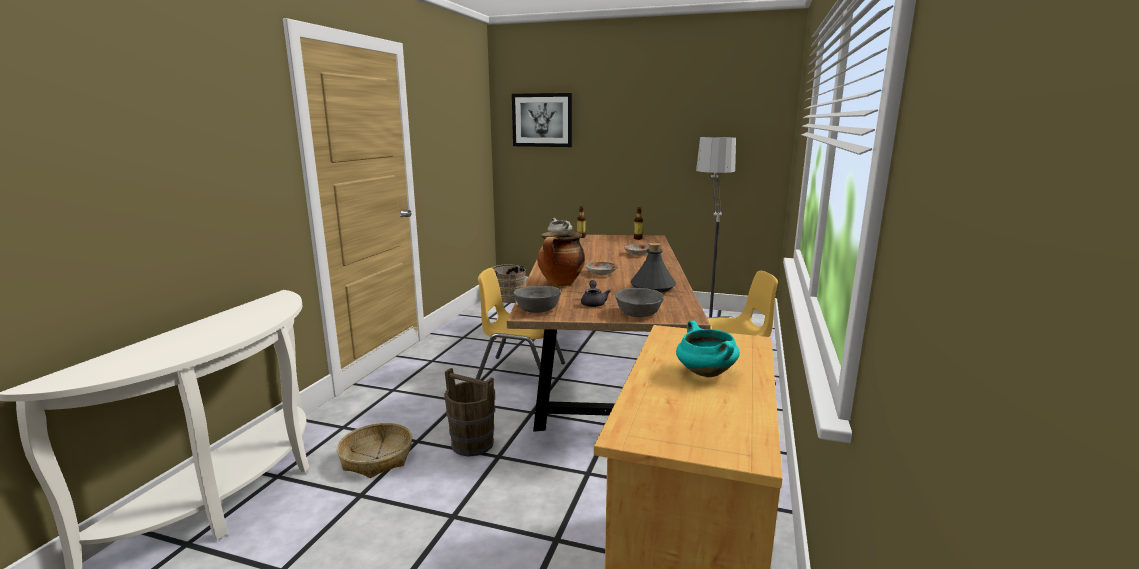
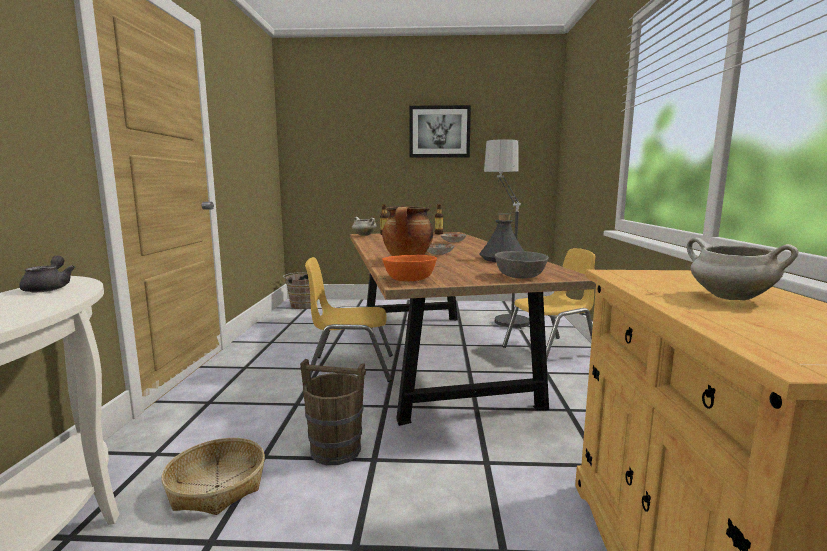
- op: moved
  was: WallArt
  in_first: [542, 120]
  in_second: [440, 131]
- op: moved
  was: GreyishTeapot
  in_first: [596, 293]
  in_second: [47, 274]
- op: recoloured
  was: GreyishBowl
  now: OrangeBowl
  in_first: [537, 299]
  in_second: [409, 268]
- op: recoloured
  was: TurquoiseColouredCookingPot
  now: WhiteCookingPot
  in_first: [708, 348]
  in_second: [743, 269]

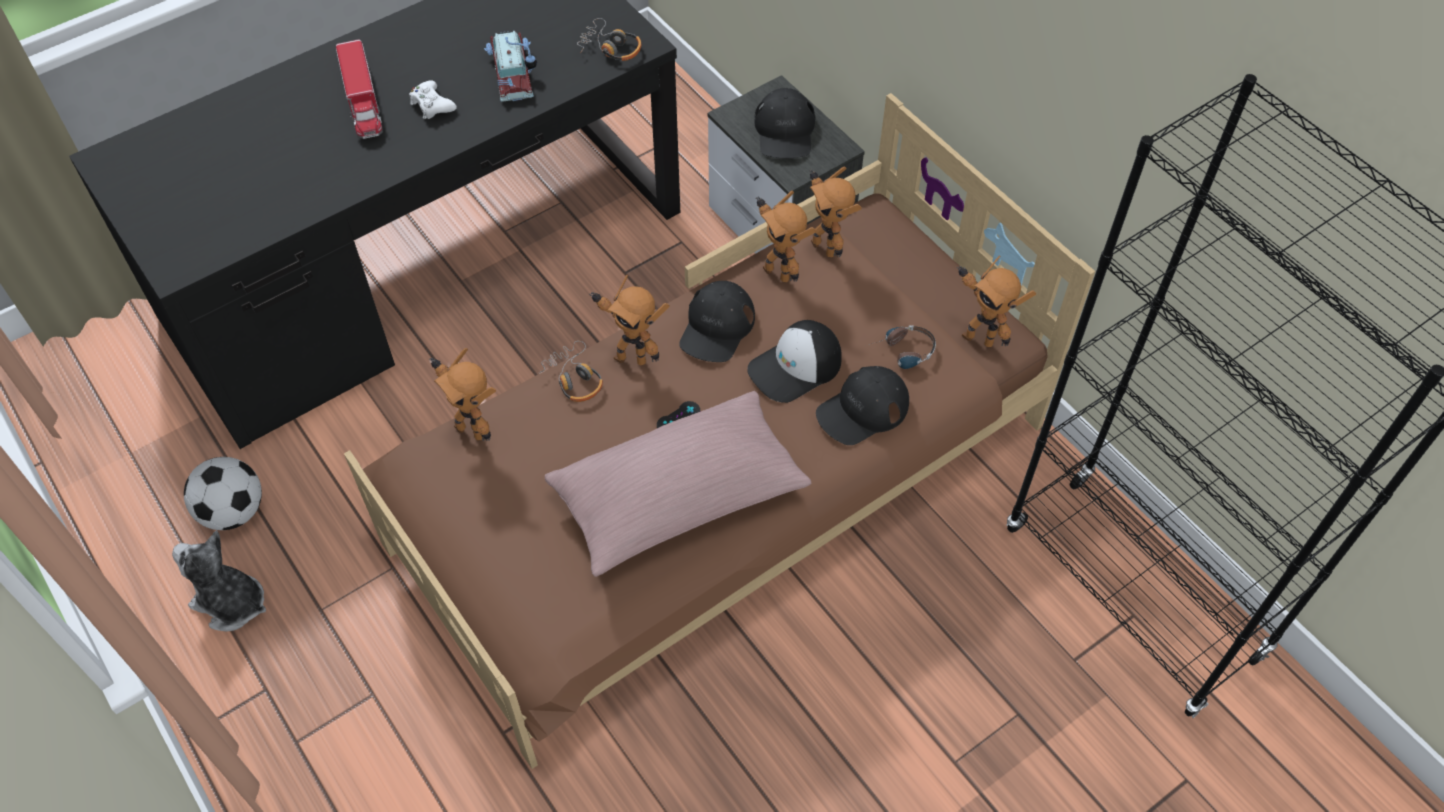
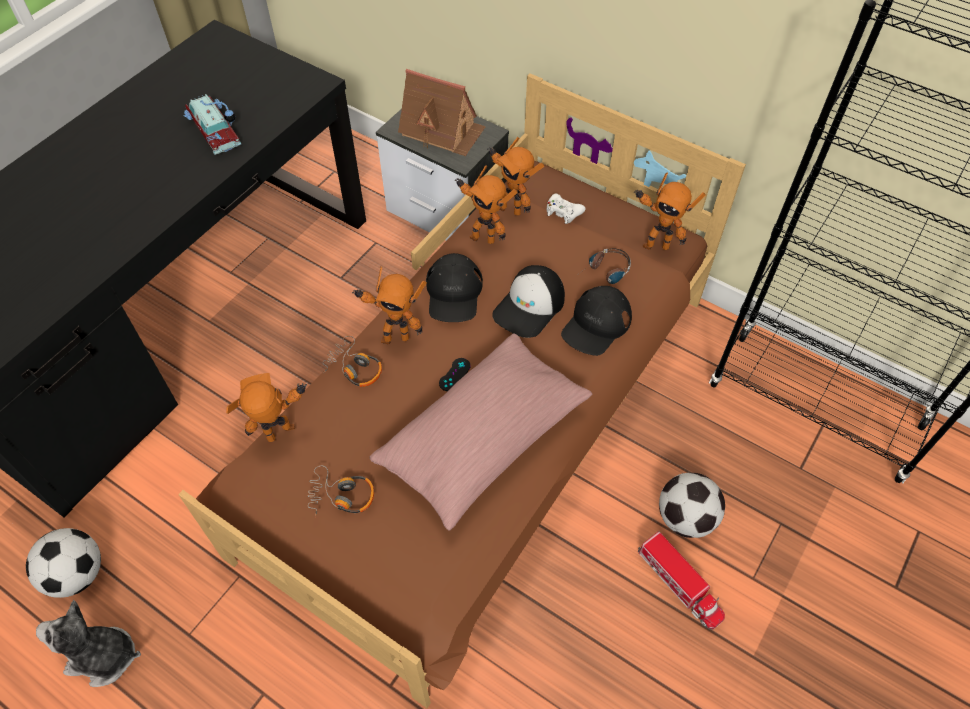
- op: added
  now: BallForFootball
  in_second: [692, 505]
- op: moved
  was: ToyLorry
  in_first: [359, 89]
  in_second: [681, 580]
- op: moved
  was: WhiteGameController
  in_first: [433, 99]
  in_second: [566, 208]
- op: moved
  was: Headphones
  in_first: [609, 39]
  in_second: [341, 491]
- op: replaced
  was: BlackCap
  now: ModelHouse
  in_first: [784, 123]
  in_second: [442, 112]
- op: turned
  was: ModelRobot
  in_first: [462, 394]
  in_second: [266, 407]
  clockwise: 135

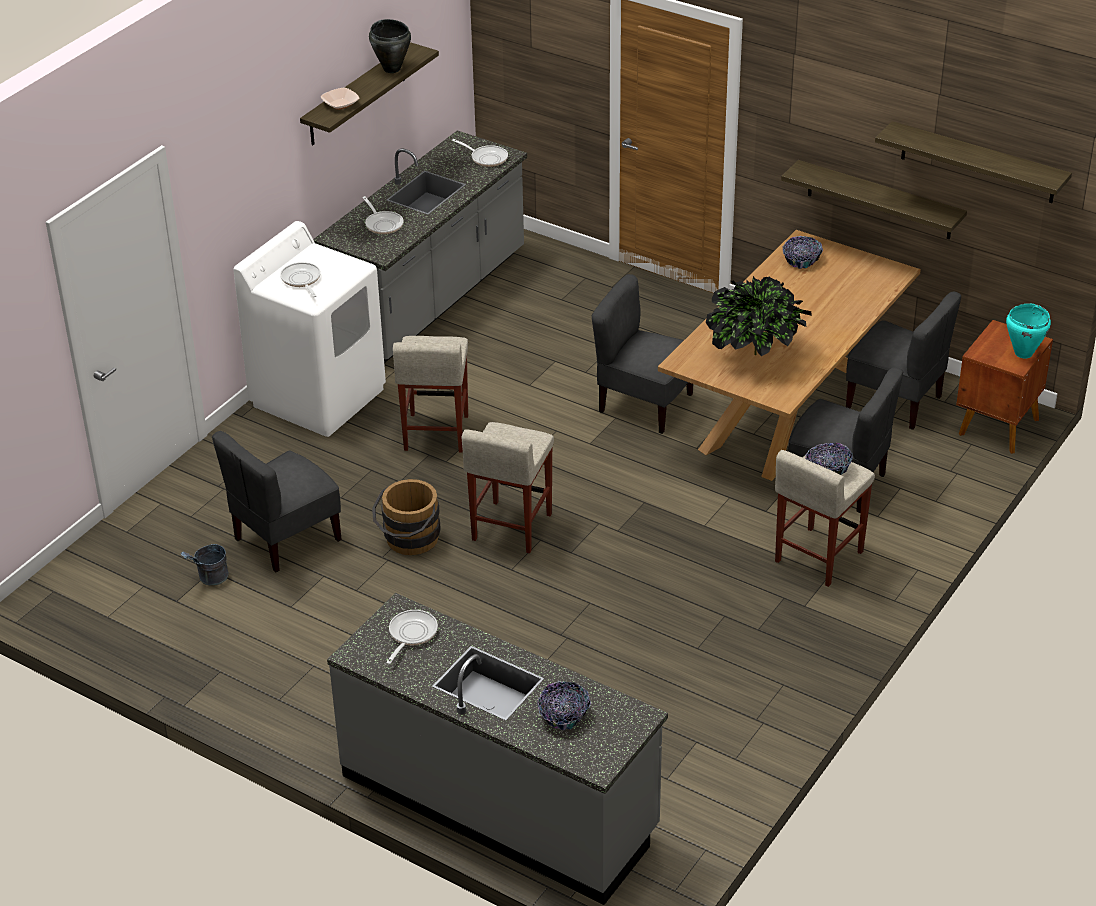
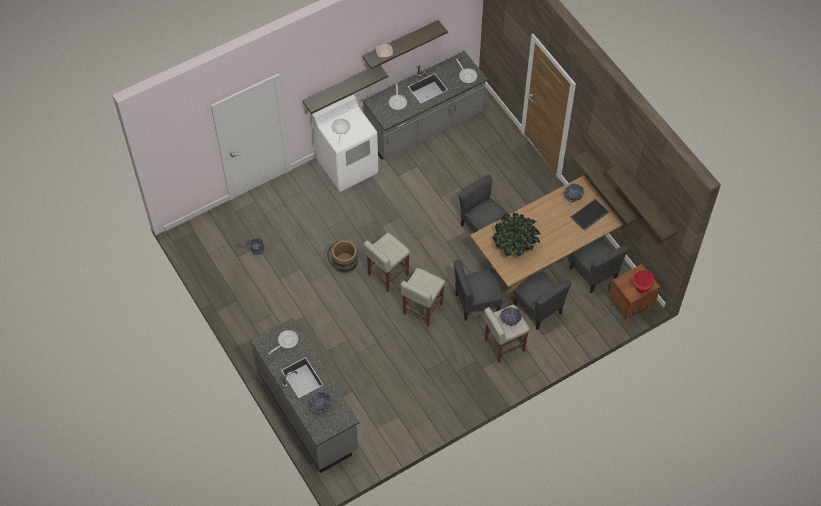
- op: removed
  was: BlackCookingPot
  in_first: [390, 46]
- op: added
  now: Shelf
  in_second: [345, 89]
- op: added
  now: CarryingTray
  in_second: [589, 214]
- op: moved
  was: GreyishPlainChair
  in_first: [277, 501]
  in_second: [478, 290]
- op: moved
  was: BeigeStoolSeat
  in_first: [430, 394]
  in_second: [423, 297]
- op: recoloured
  was: TurquoiseColouredCookingPot
  now: RedCookingPot
  in_first: [1028, 330]
  in_second: [643, 281]

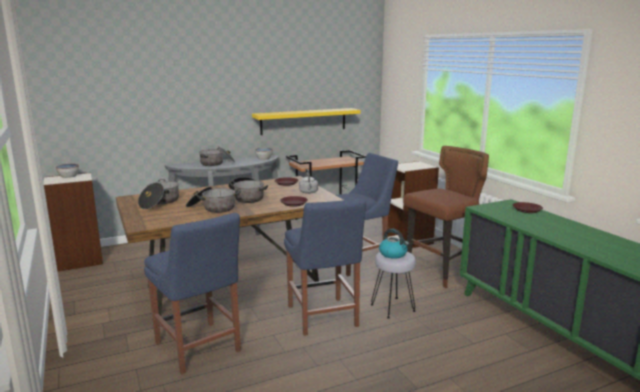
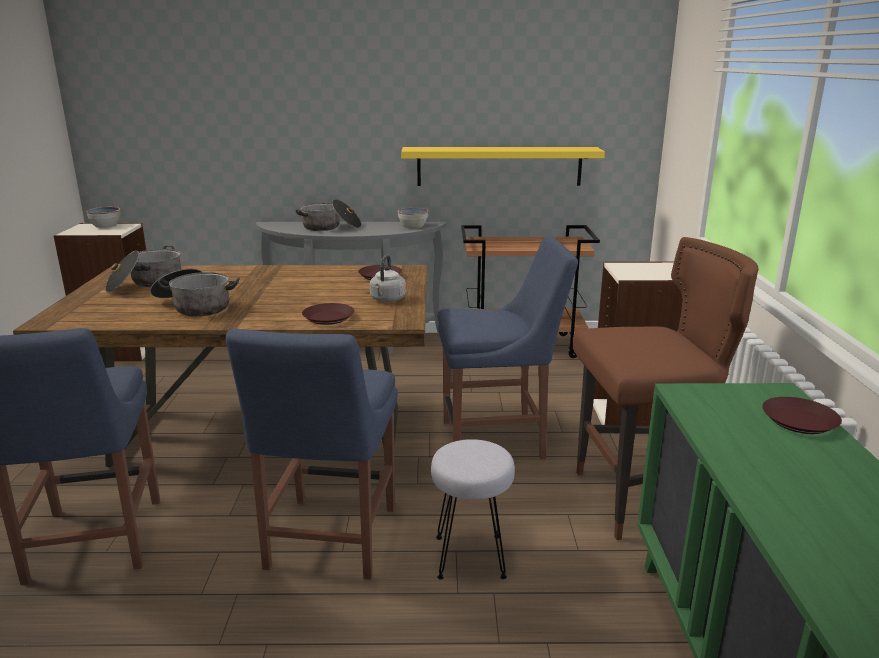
- op: removed
  was: CookingPot
  in_first: [248, 190]
- op: removed
  was: Kettle
  in_first: [394, 243]

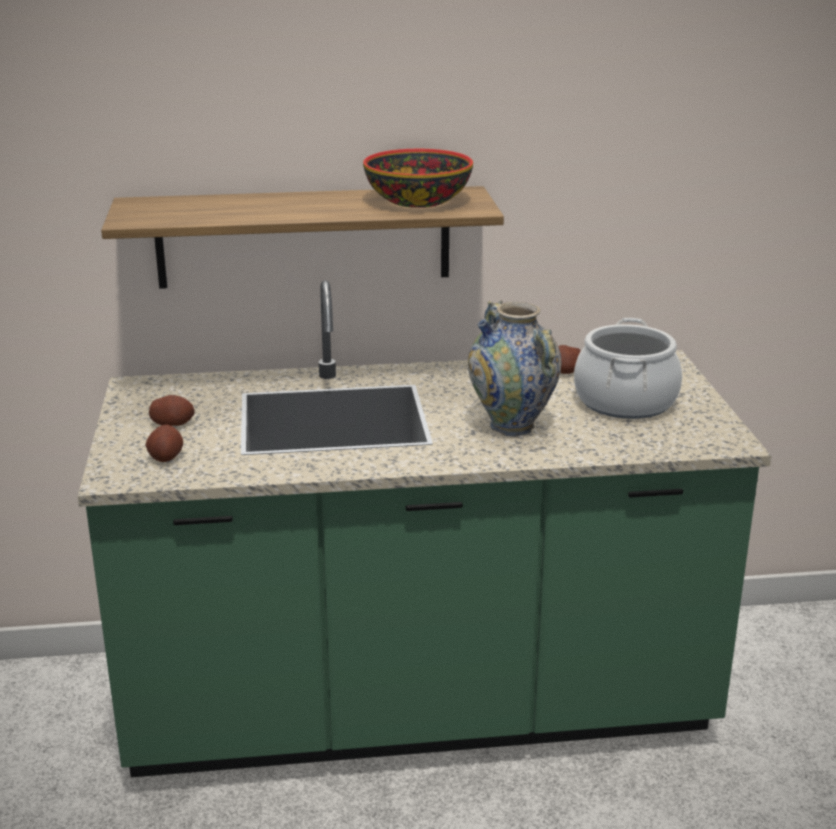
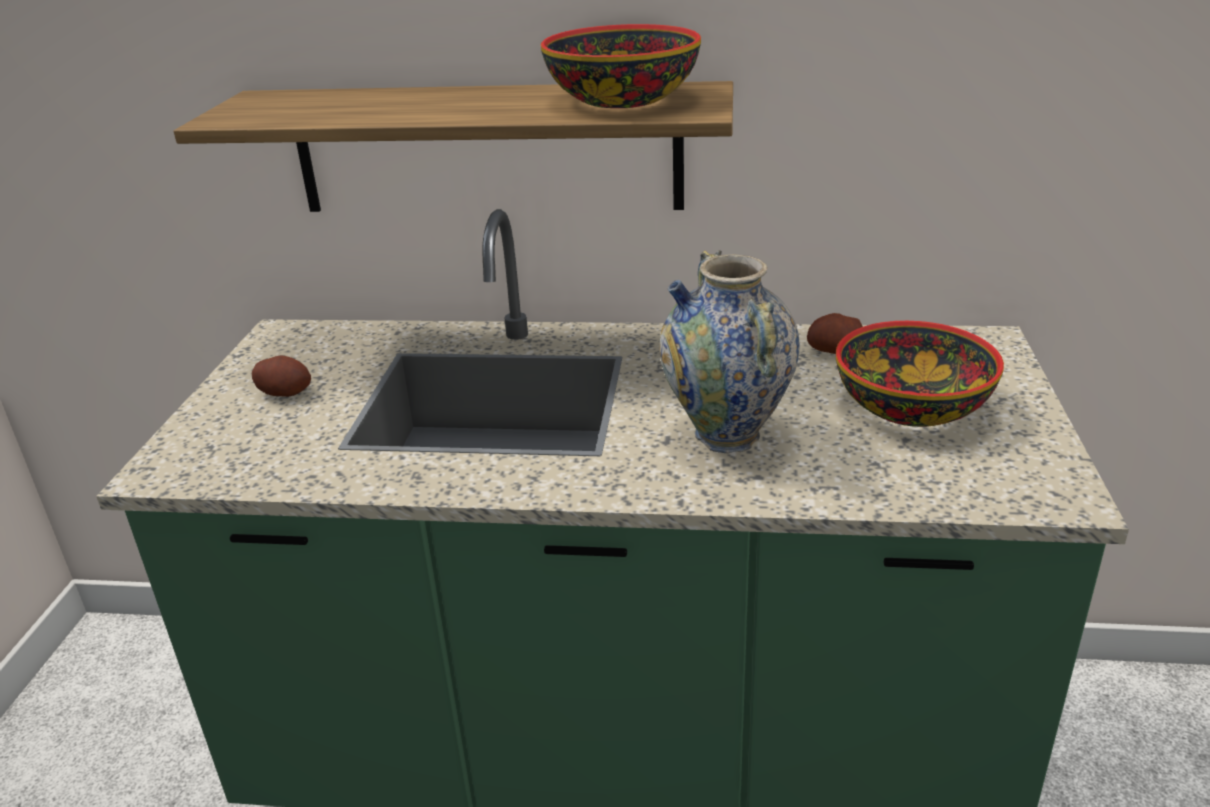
- op: removed
  was: Spud
  in_first: [164, 443]
- op: replaced
  was: CookingPot
  now: Bowl
  in_first: [628, 368]
  in_second: [920, 374]

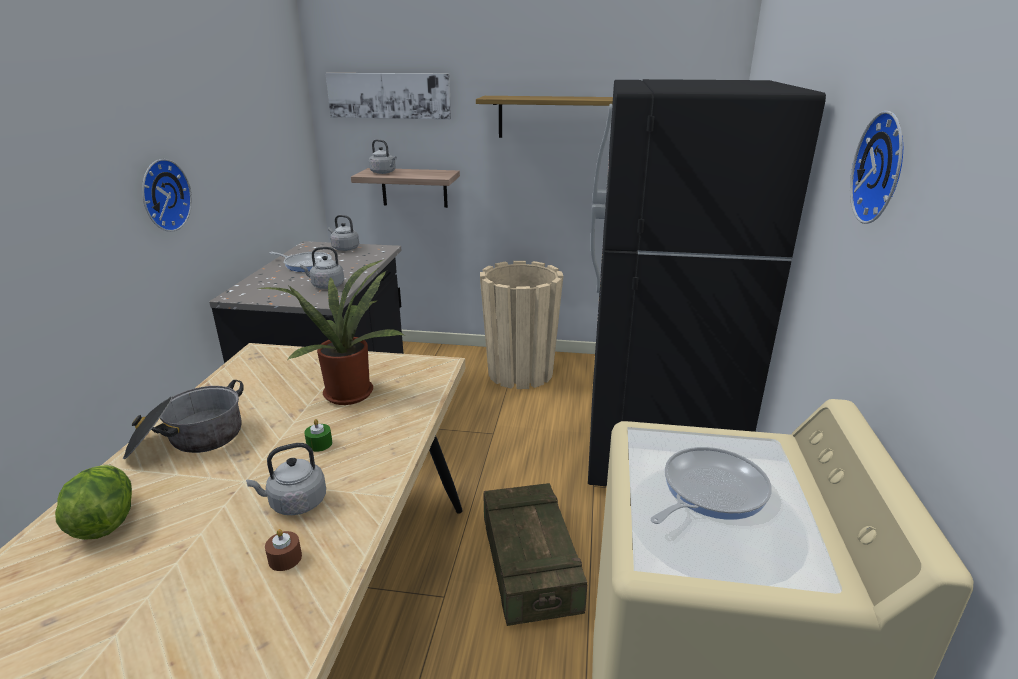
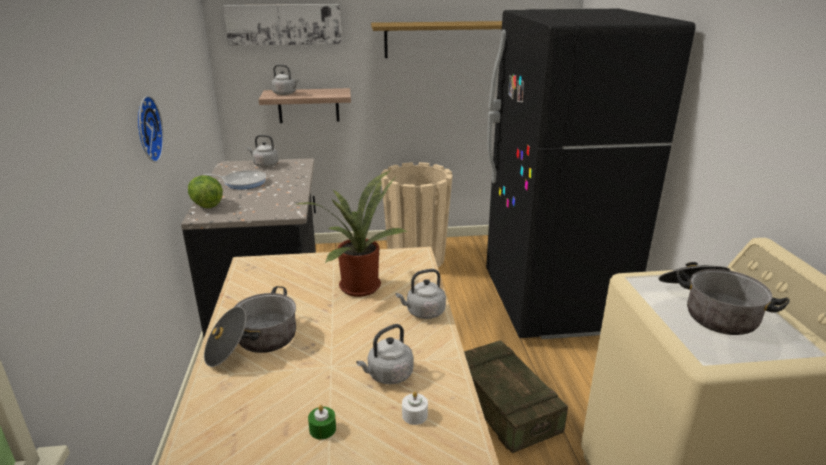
- op: removed
  was: HangingClock
  in_first: [876, 167]
- op: moved
  was: Lettuce
  in_first: [93, 502]
  in_second: [205, 192]
- op: moved
  was: GreyishKettle
  in_first: [322, 268]
  in_second: [421, 294]
- op: moved
  was: GreenishWaxLight
  in_first: [318, 435]
  in_second: [322, 422]
- op: replaced
  was: FryingPan
  now: CookingPot
  in_first: [711, 485]
  in_second: [724, 298]
- op: recoloured
  was: BrownColouredWaxLight
  now: WhiteWaxLight
  in_first: [283, 550]
  in_second: [415, 408]

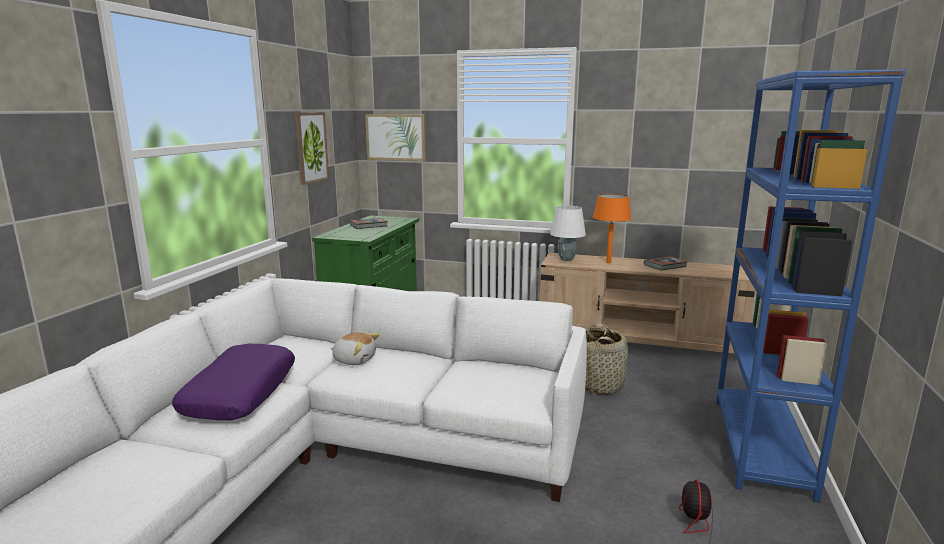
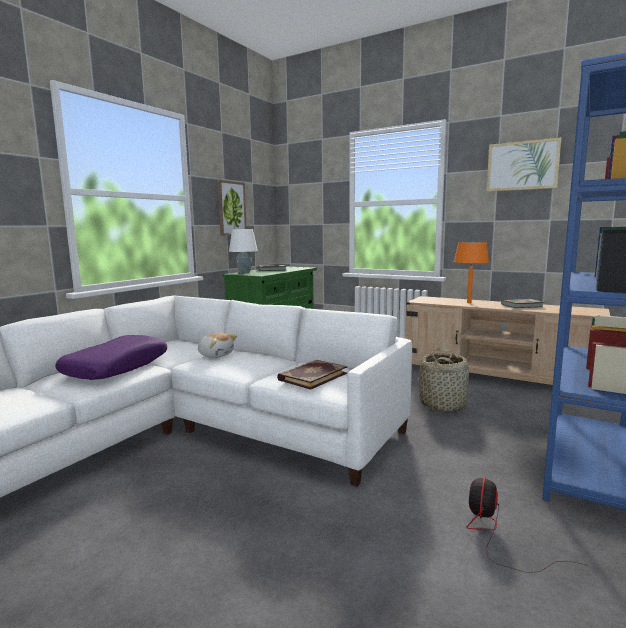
- op: added
  now: Book
  in_second: [312, 375]
- op: moved
  was: WallArt
  in_first: [395, 137]
  in_second: [524, 164]
- op: moved
  was: WhiteTableLamp
  in_first: [568, 233]
  in_second: [243, 251]

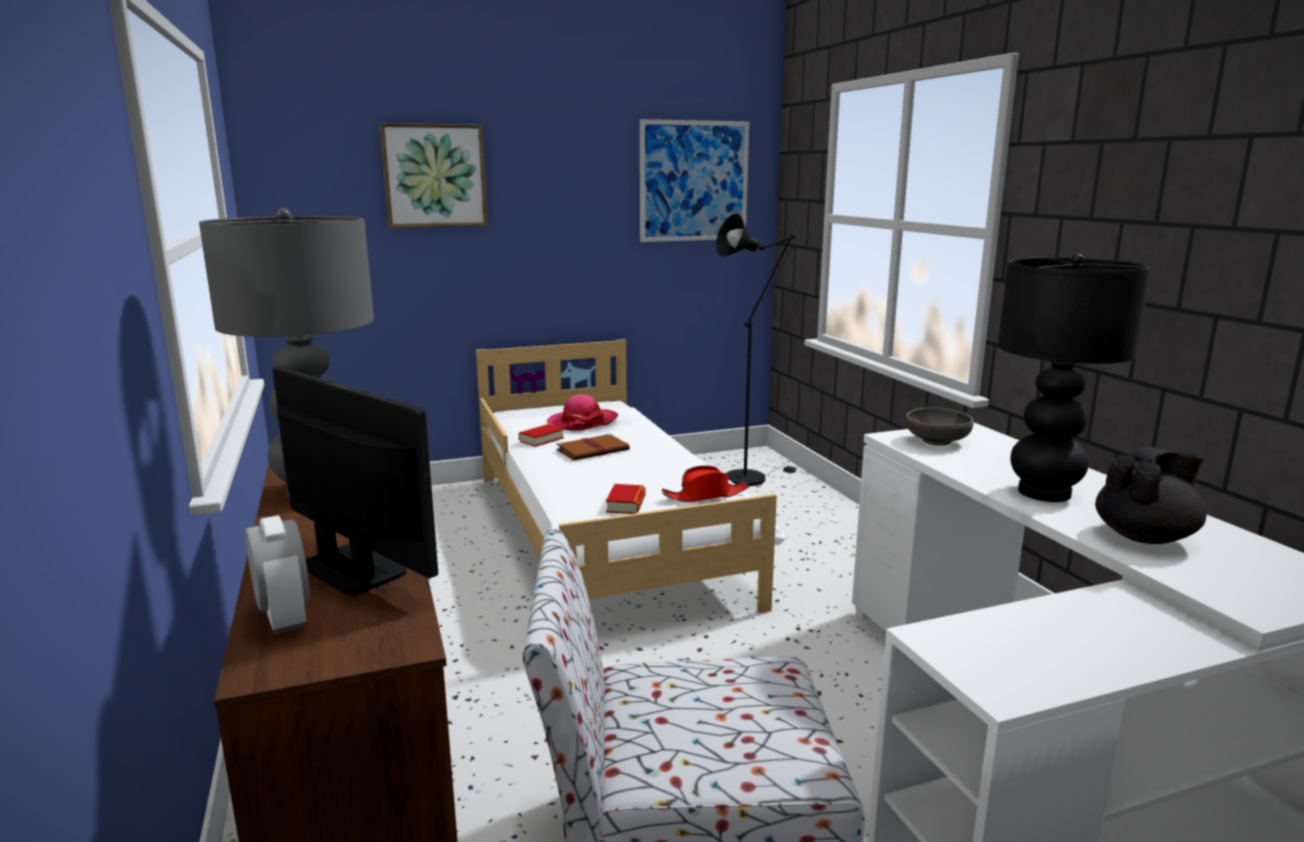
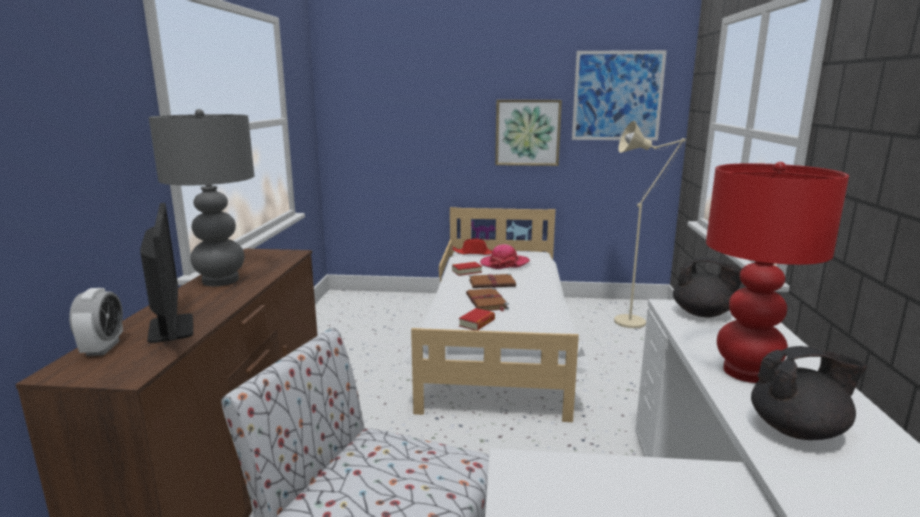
- op: added
  now: BrownColouredBook
  in_second: [487, 300]
- op: moved
  was: WallArt
  in_first: [434, 175]
  in_second: [528, 133]
- op: moved
  was: RedClothingHat
  in_first: [705, 484]
  in_second: [472, 246]
- op: replaced
  was: GreyishBowl
  now: BlackTeapot
  in_first: [939, 426]
  in_second: [707, 287]
- op: recoloured
  was: BlackStandingLamp
  now: BeigeStandingLamp
  in_first: [756, 349]
  in_second: [650, 224]
- op: recoloured
  was: BlackTableLamp
  now: RedTableLamp
  in_first: [1074, 378]
  in_second: [777, 272]

